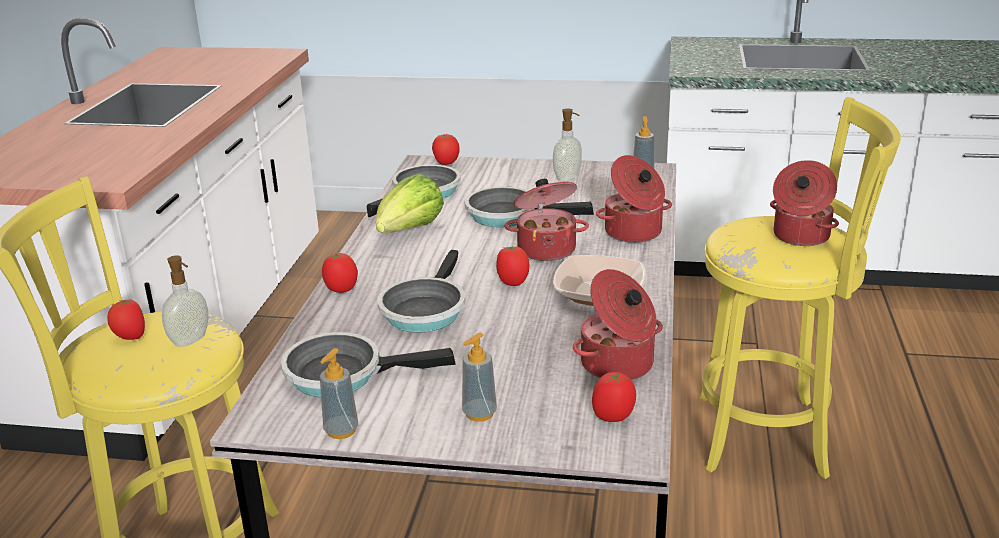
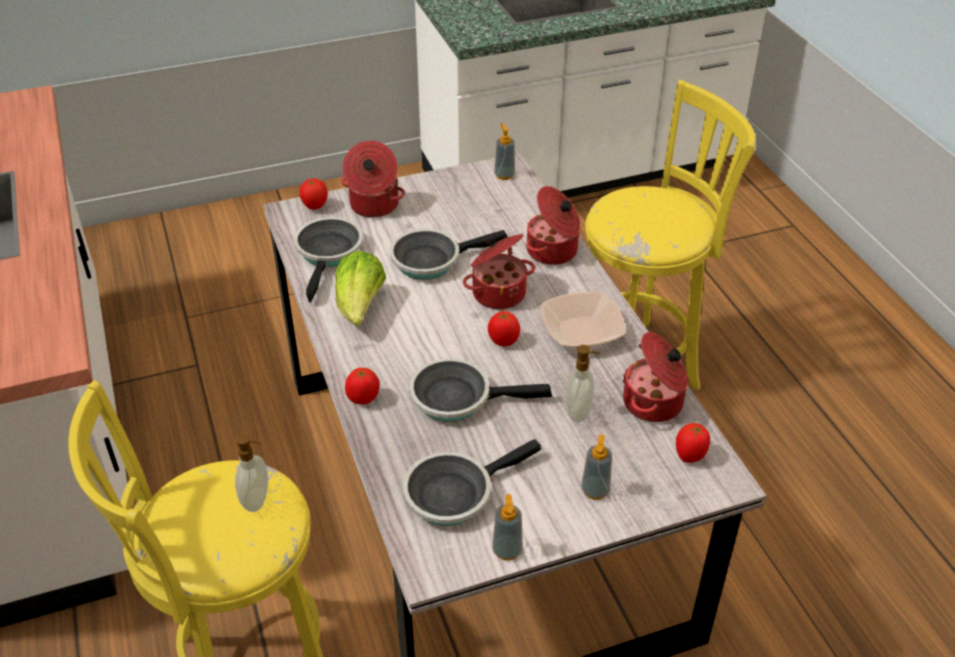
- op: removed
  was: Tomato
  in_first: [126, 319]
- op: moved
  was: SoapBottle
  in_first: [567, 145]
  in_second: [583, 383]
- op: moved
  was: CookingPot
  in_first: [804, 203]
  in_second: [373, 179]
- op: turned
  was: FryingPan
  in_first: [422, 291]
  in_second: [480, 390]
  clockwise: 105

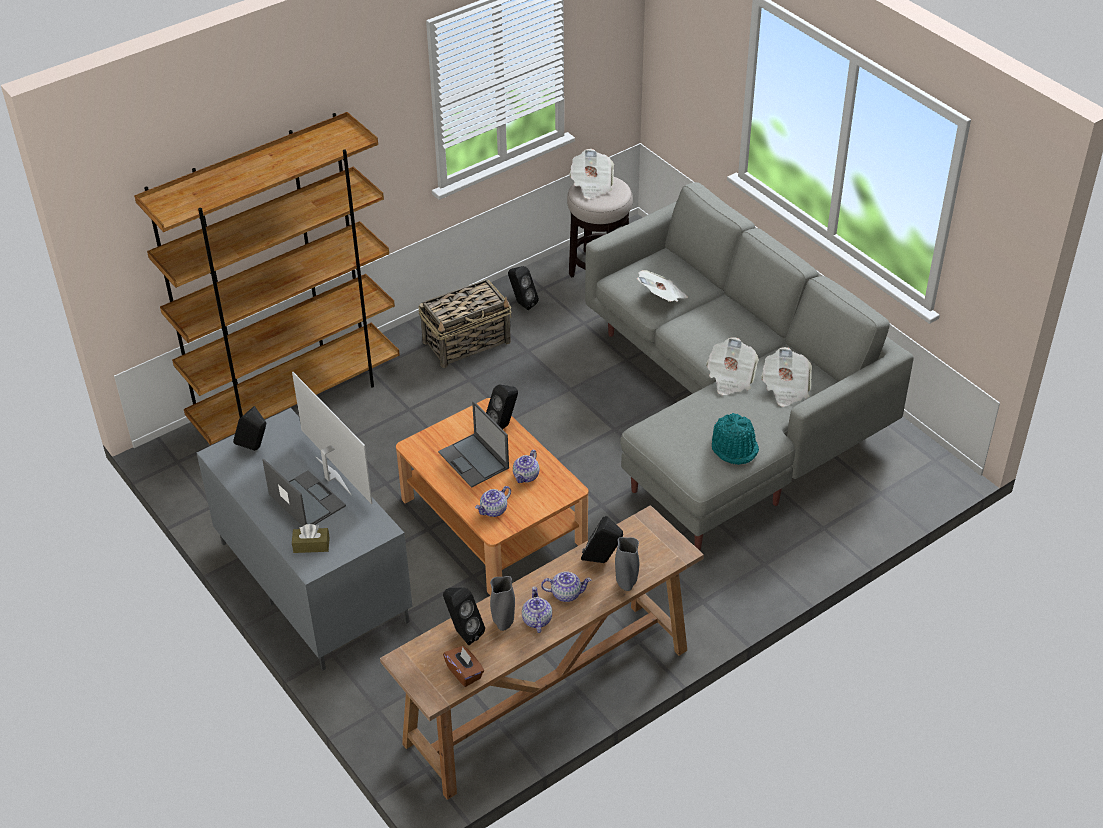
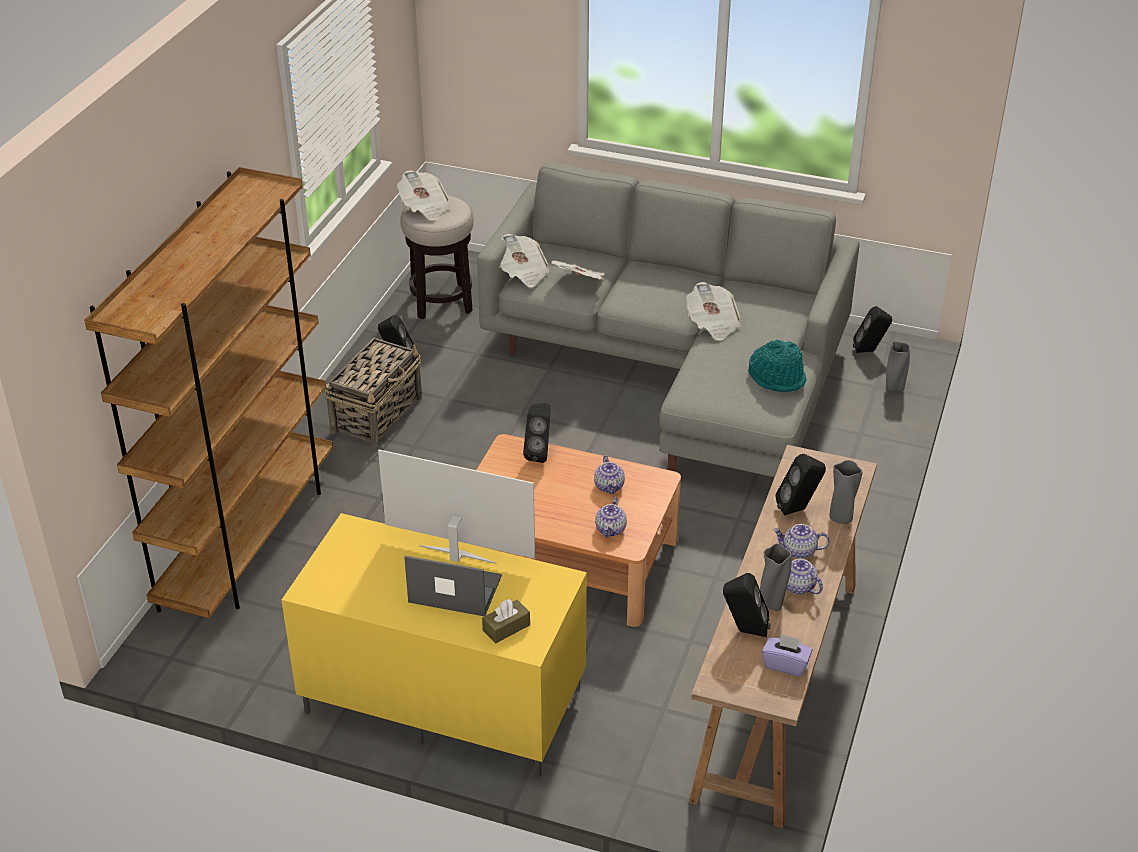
- op: removed
  was: PortableComputer
  in_first: [473, 444]
- op: added
  now: GreyishFlowerVase
  in_second: [898, 366]
- op: moved
  was: BlackSpeaker
  in_first: [249, 428]
  in_second: [872, 329]
- op: moved
  was: PrintedPaper
  in_first: [786, 377]
  in_second: [524, 260]
- op: recoloured
  was: GreyishTvStand
  now: YellowColouredTvStand
  in_first: [305, 539]
  in_second: [434, 645]
- op: recoloured
  was: BrownColouredBoxOfTissues
  now: PurpleBoxOfTissues
  in_first: [463, 666]
  in_second: [787, 655]
- op: turned
  was: Teapot
  in_first: [566, 586]
  in_second: [801, 541]
  clockwise: -135

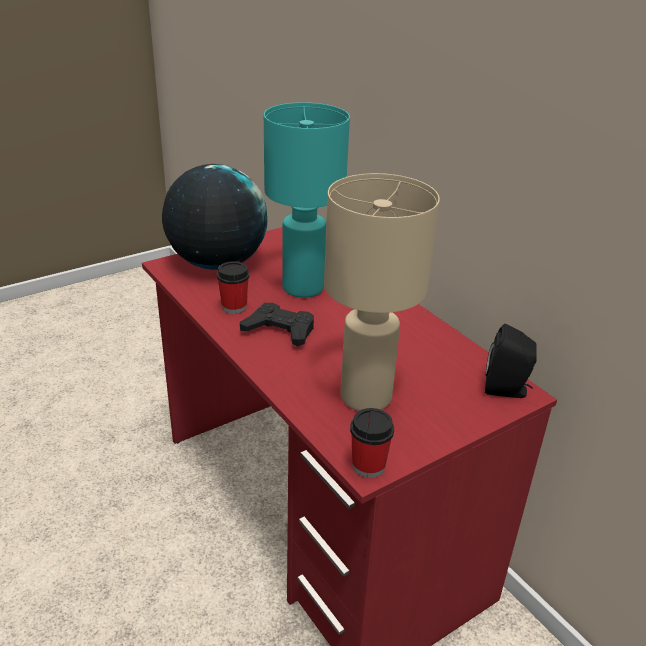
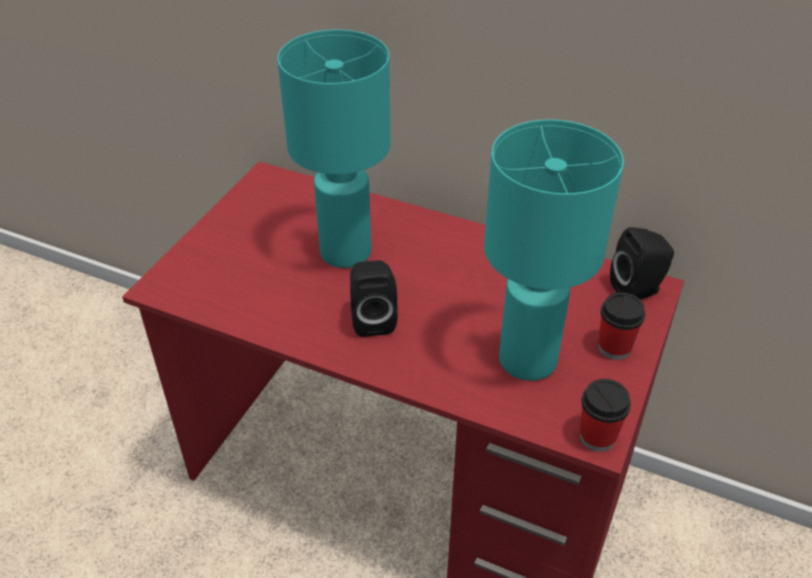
- op: removed
  was: WorldGlobe
  in_first: [215, 217]
- op: moved
  was: Cup
  in_first: [233, 287]
  in_second: [621, 326]
- op: replaced
  was: BlackGameController
  now: BlackSpeaker
  in_first: [277, 324]
  in_second: [374, 298]
- op: recoloured
  was: BeigeTableLamp
  now: TurquoiseColouredTableLamp
  in_first: [382, 292]
  in_second: [554, 250]

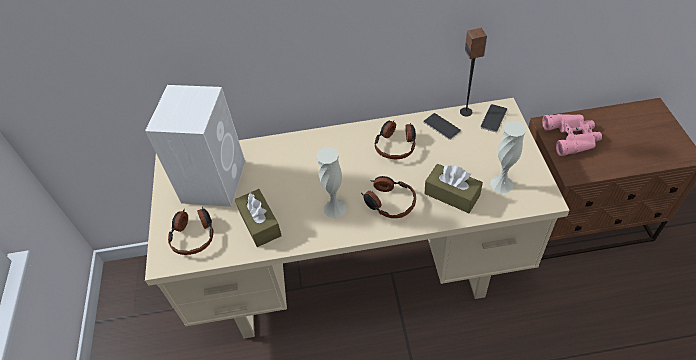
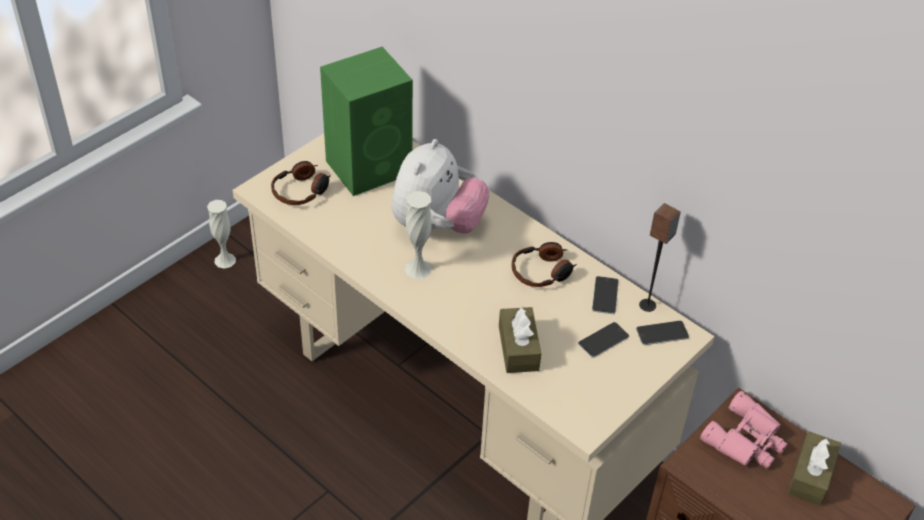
- op: removed
  was: Headphones
  in_first: [388, 197]
- op: added
  now: SoftToy
  in_second: [440, 186]
- op: added
  now: Handset
  in_second: [604, 340]
- op: moved
  was: BrownColouredBoxOfTissues
  in_first: [258, 218]
  in_second: [814, 468]
- op: moved
  was: WhiteFlowerVase
  in_first: [508, 157]
  in_second: [221, 234]
- op: recoloured
  was: WhiteSpeaker
  now: GreenishSpeaker
  in_first: [195, 146]
  in_second: [366, 121]

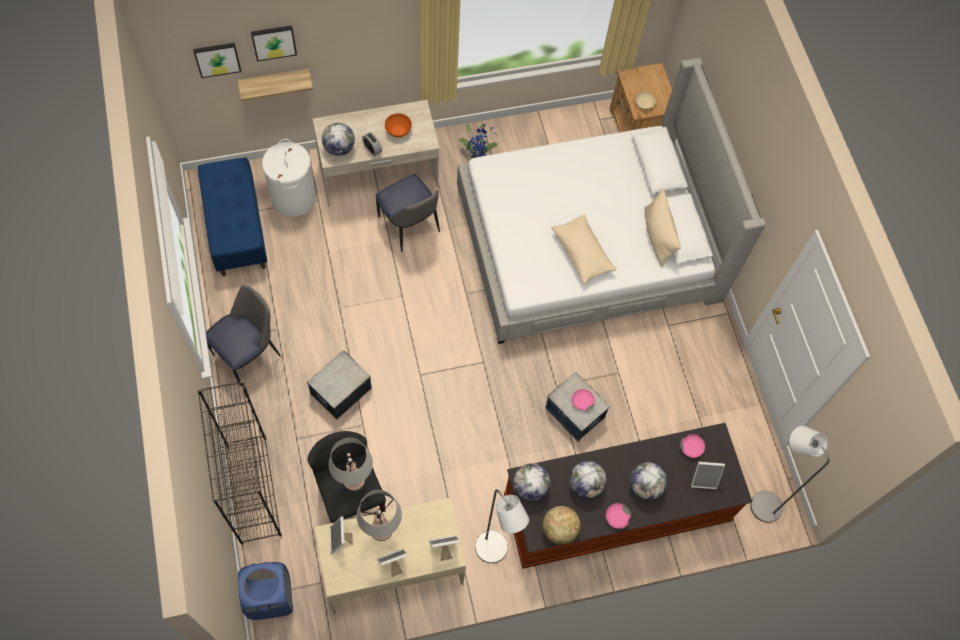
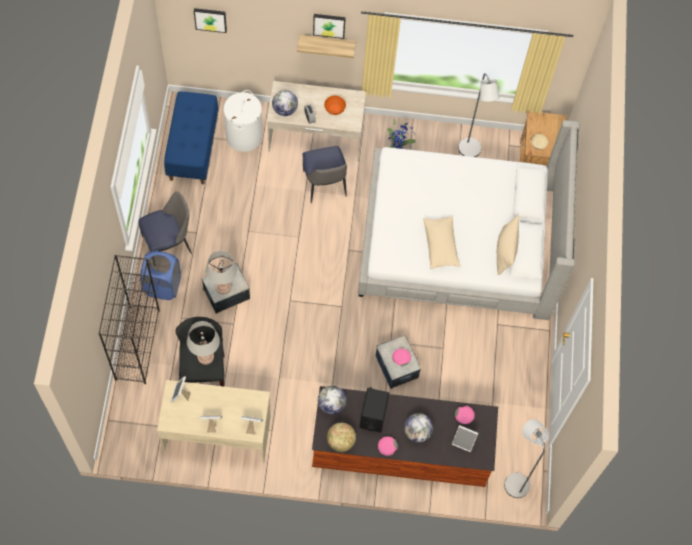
- op: moved
  was: Shelf
  in_first: [275, 85]
  in_second: [326, 46]
- op: moved
  was: BlueColouredLaundryBasket
  in_first: [265, 591]
  in_second: [160, 275]
- op: moved
  was: WallArt
  in_first: [274, 44]
  in_second: [329, 26]
- op: moved
  was: GreyishTableLamp
  in_first: [379, 515]
  in_second: [221, 272]
- op: moved
  was: GreyishStandingLamp
  in_first: [502, 526]
  in_second: [479, 115]
- op: replaced
  was: WorldGlobe
  now: BlackSpeaker
  in_first: [588, 479]
  in_second: [374, 410]

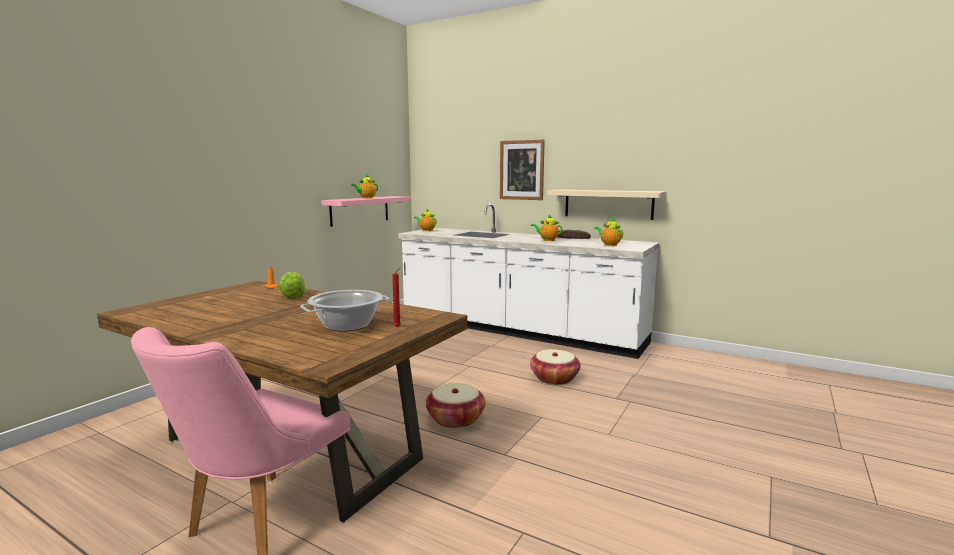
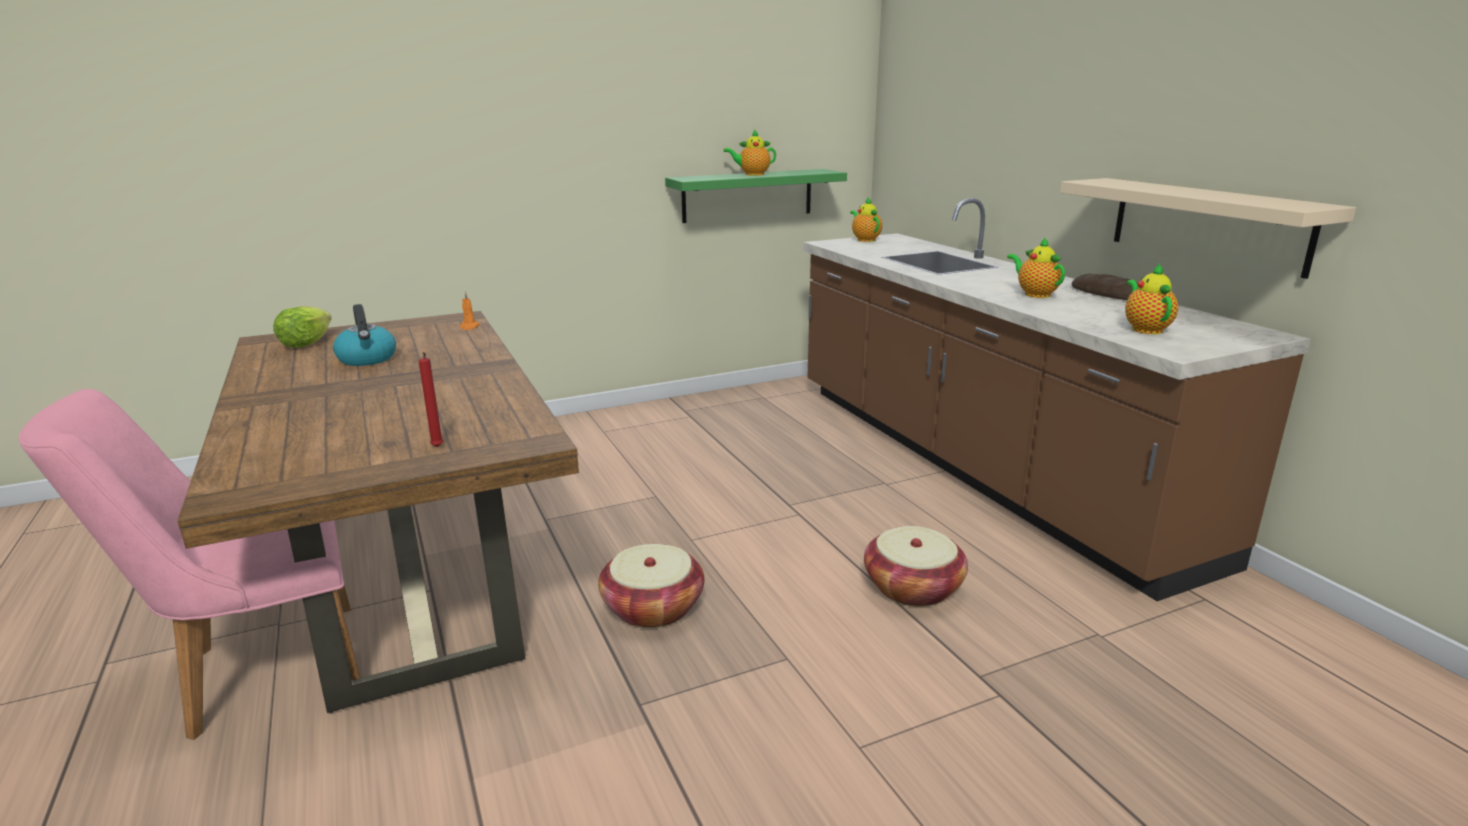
- op: removed
  was: CookingPot
  in_first: [345, 311]
- op: removed
  was: WallArt
  in_first: [522, 170]
- op: added
  now: Kettle
  in_second: [364, 335]
- op: moved
  was: Lettuce
  in_first: [292, 285]
  in_second: [302, 327]
- op: recoloured
  was: PinkColouredShelf
  now: GreenishShelf
  in_first: [366, 211]
  in_second: [756, 196]
- op: recoloured
  was: WhiteCounter
  now: BrownColouredCounter
  in_first: [529, 281]
  in_second: [1057, 399]

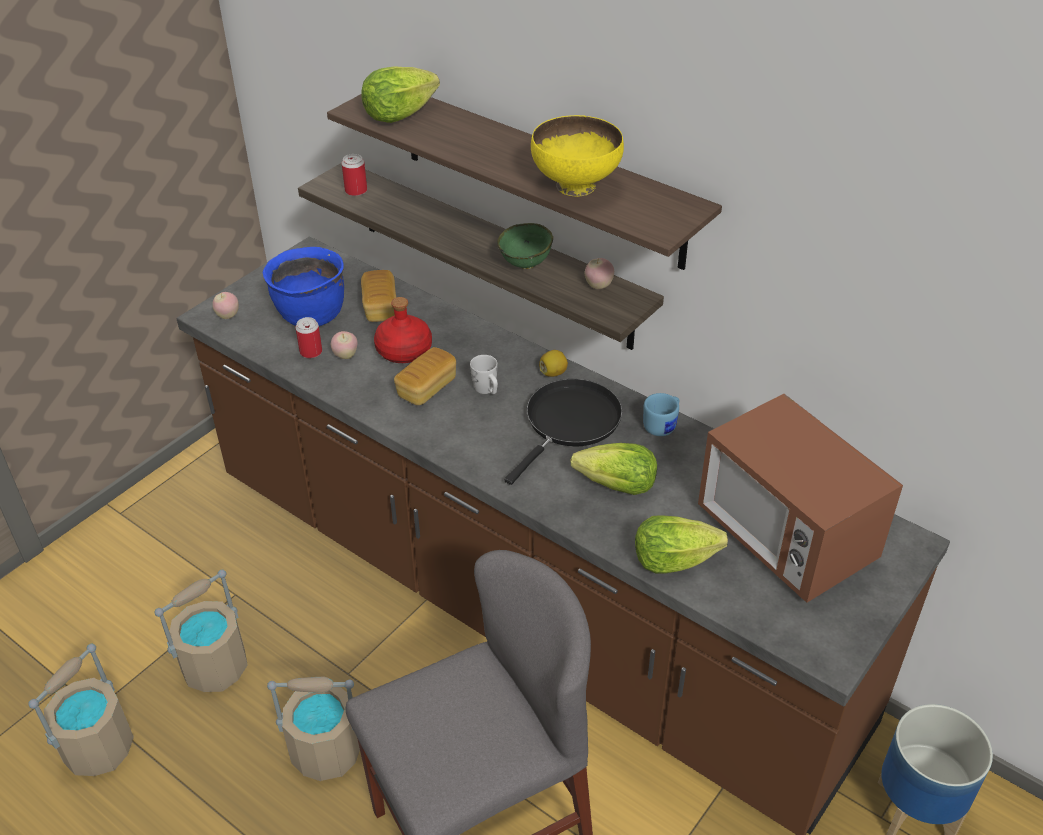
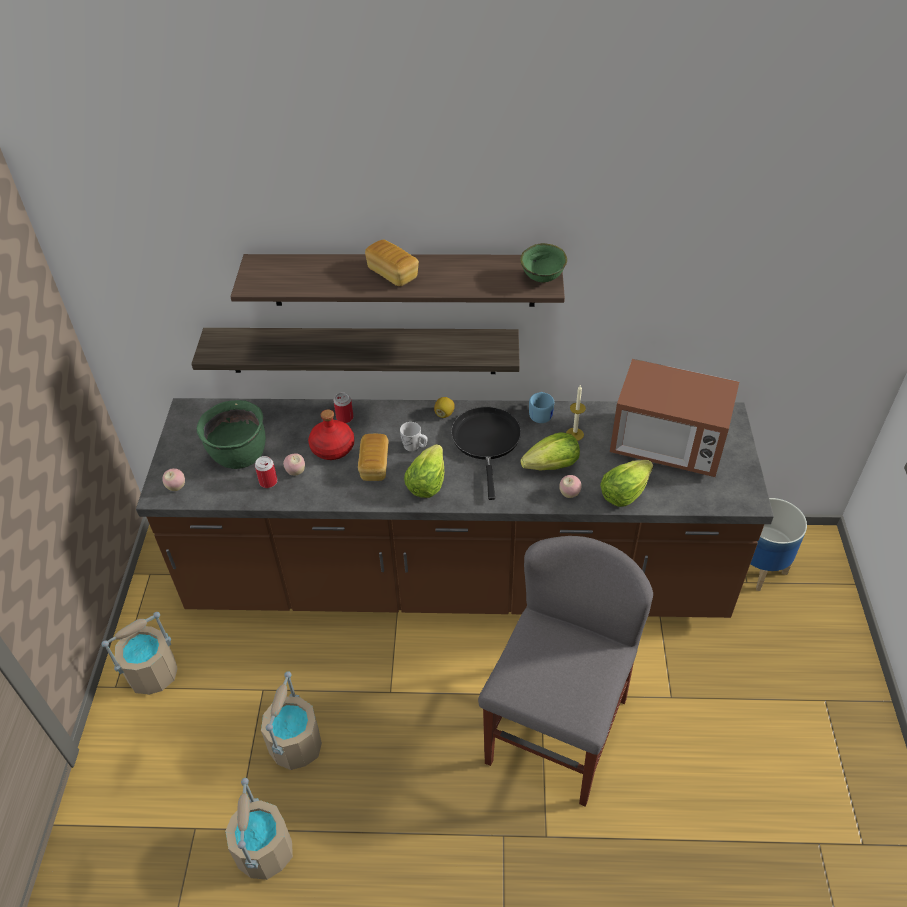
- op: removed
  was: YellowColouredBowl
  in_first: [577, 155]
- op: added
  now: WaxLight
  in_second: [576, 413]
- op: moved
  was: BeigePail
  in_first: [313, 729]
  in_second: [140, 653]
- op: moved
  was: MetalCan
  in_first: [354, 175]
  in_second: [343, 408]
- op: moved
  was: Lettuce
  in_first: [400, 94]
  in_second: [424, 471]
- op: moved
  was: BakedBread
  in_first: [379, 296]
  in_second: [392, 262]
- op: moved
  was: GreenishBowl
  in_first: [525, 246]
  in_second: [543, 263]
- op: moved
  was: AppleFruit
  in_first: [599, 273]
  in_second: [570, 486]
- op: recoloured
  was: BlueColouredCookingPot
  now: GreenishCookingPot
  in_first: [303, 286]
  in_second: [231, 434]

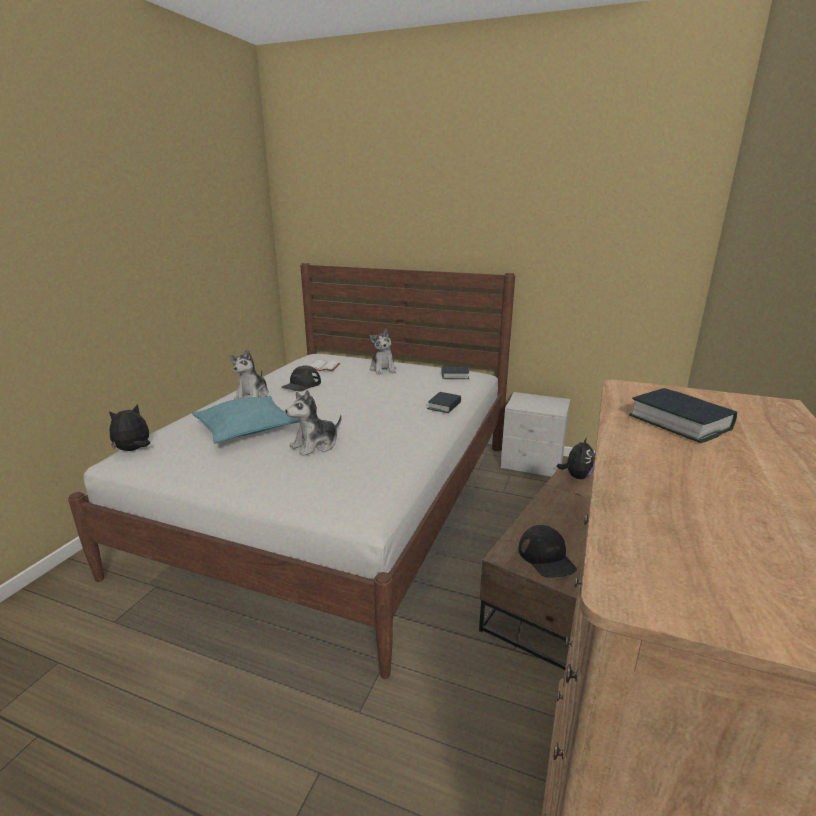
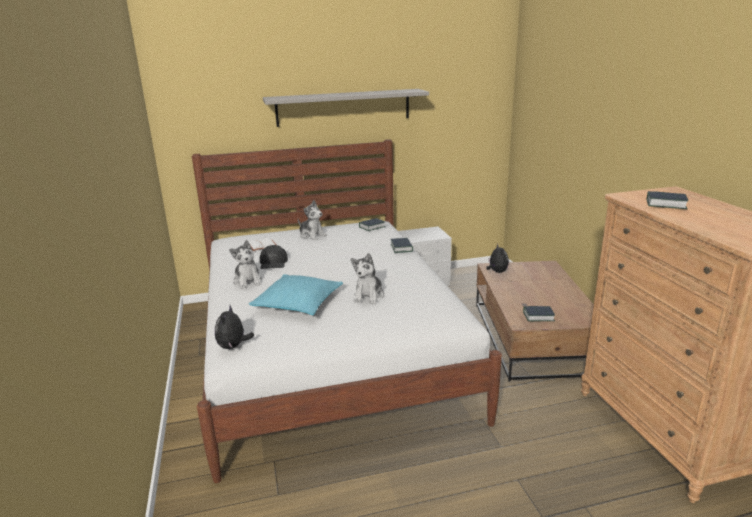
- op: added
  now: GreyishShelf
  in_second: [346, 108]
- op: replaced
  was: BlackCap
  now: Book
  in_first: [547, 551]
  in_second: [539, 313]

